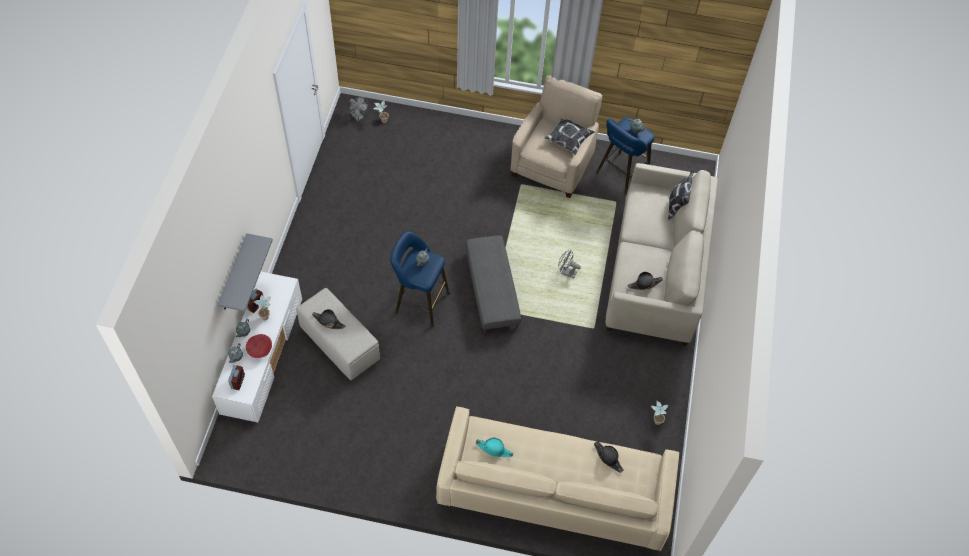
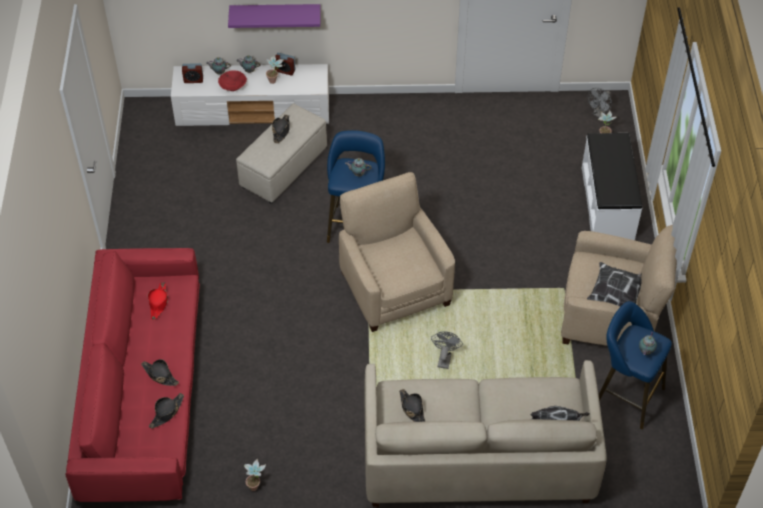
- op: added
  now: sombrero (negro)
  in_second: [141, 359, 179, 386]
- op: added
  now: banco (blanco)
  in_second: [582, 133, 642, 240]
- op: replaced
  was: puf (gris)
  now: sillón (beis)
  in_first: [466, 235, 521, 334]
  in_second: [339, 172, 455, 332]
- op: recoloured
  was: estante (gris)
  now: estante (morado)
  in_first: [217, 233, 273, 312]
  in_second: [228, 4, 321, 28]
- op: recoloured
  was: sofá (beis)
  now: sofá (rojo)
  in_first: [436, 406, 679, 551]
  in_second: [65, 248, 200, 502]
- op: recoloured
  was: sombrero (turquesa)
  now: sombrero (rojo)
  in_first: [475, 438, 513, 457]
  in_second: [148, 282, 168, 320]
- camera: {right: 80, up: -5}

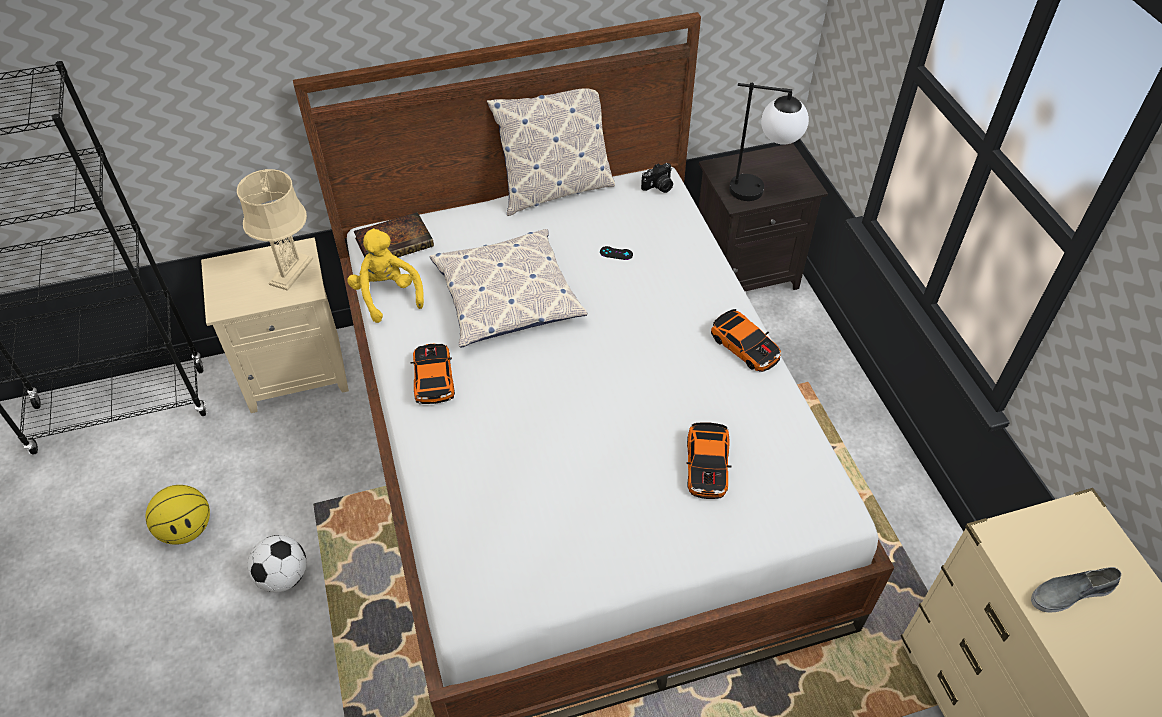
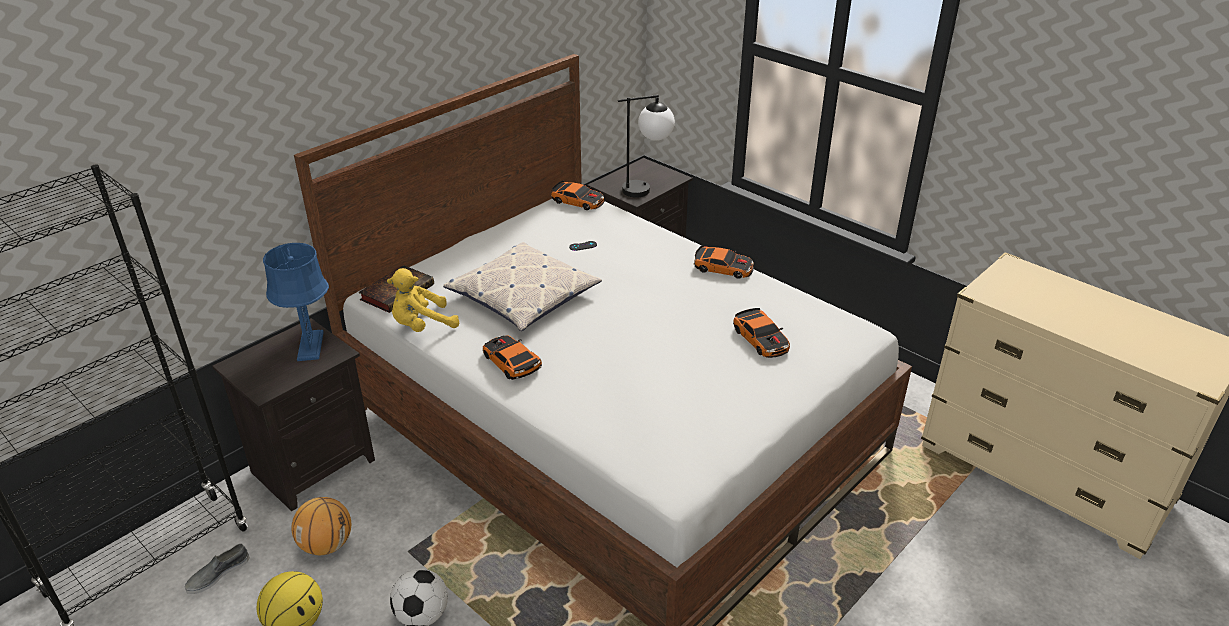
- op: removed
  was: cojín
  in_first: [487, 88, 615, 216]
- op: added
  now: balón de baloncesto
  in_second: [291, 497, 351, 555]
- op: moved
  was: zapato (gris)
  in_first: [1031, 567, 1122, 613]
  in_second: [185, 543, 250, 594]
- op: replaced
  was: cámara
  now: coche de juguete
  in_first: [641, 163, 673, 193]
  in_second: [551, 181, 605, 210]
- op: recoloured
  was: mesita de noche (beis)
  now: mesita de noche (negro)
  in_first: [201, 237, 349, 413]
  in_second: [212, 318, 375, 511]
- op: recoloured
  was: lámpara de mesa (beis)
  now: lámpara de mesa (azul)
  in_first: [237, 169, 313, 291]
  in_second: [263, 243, 329, 361]
- op: turned
  was: peluche (amarillo)
  in_first: [347, 228, 424, 323]
  in_second: [387, 268, 459, 332]
  clockwise: -60
- camera: {right: -30, up: -15}

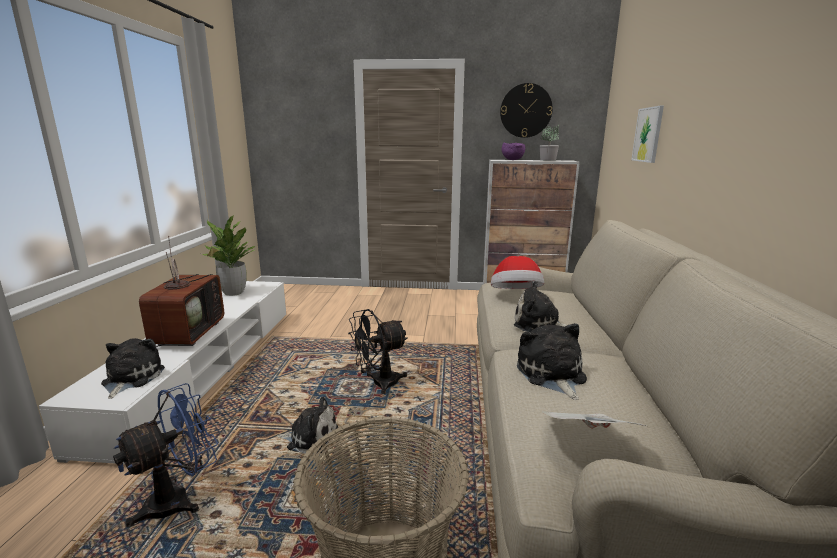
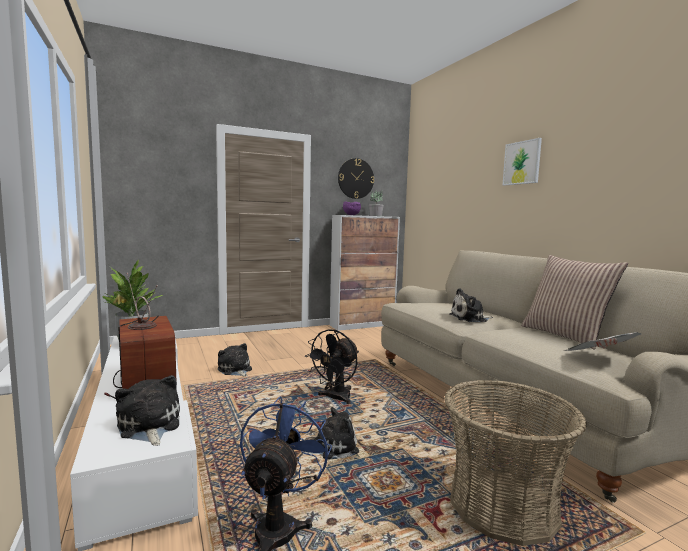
- op: removed
  was: sombrero
  in_first: [491, 256, 544, 289]
- op: added
  now: cojín
  in_second: [521, 255, 628, 350]
- op: moved
  was: peluche
  in_first: [517, 323, 587, 400]
  in_second: [218, 343, 252, 377]
- op: moved
  was: cuadro
  in_first: [631, 106, 664, 163]
  in_second: [503, 138, 542, 186]
- camera: {right: -30, up: -10}

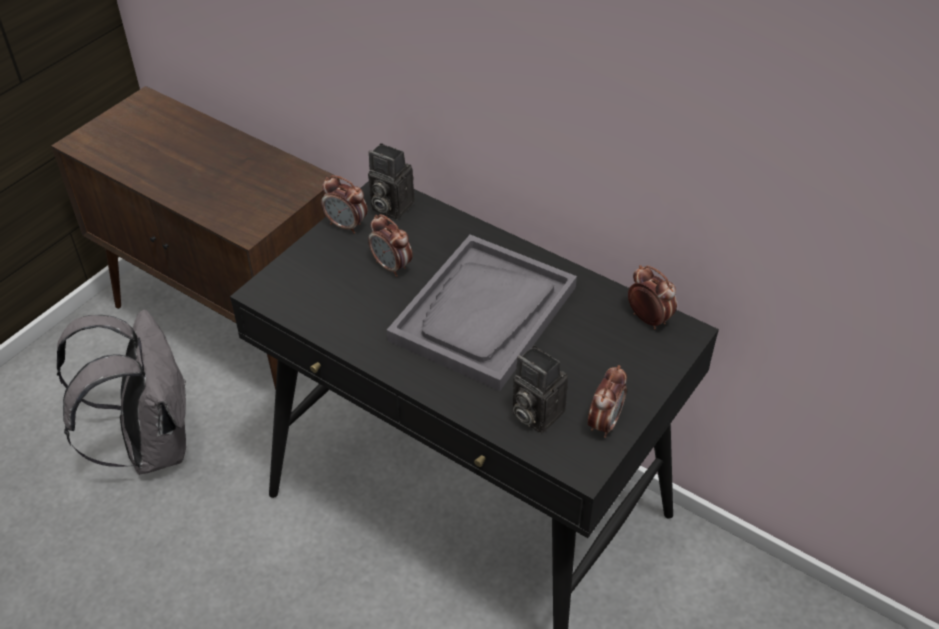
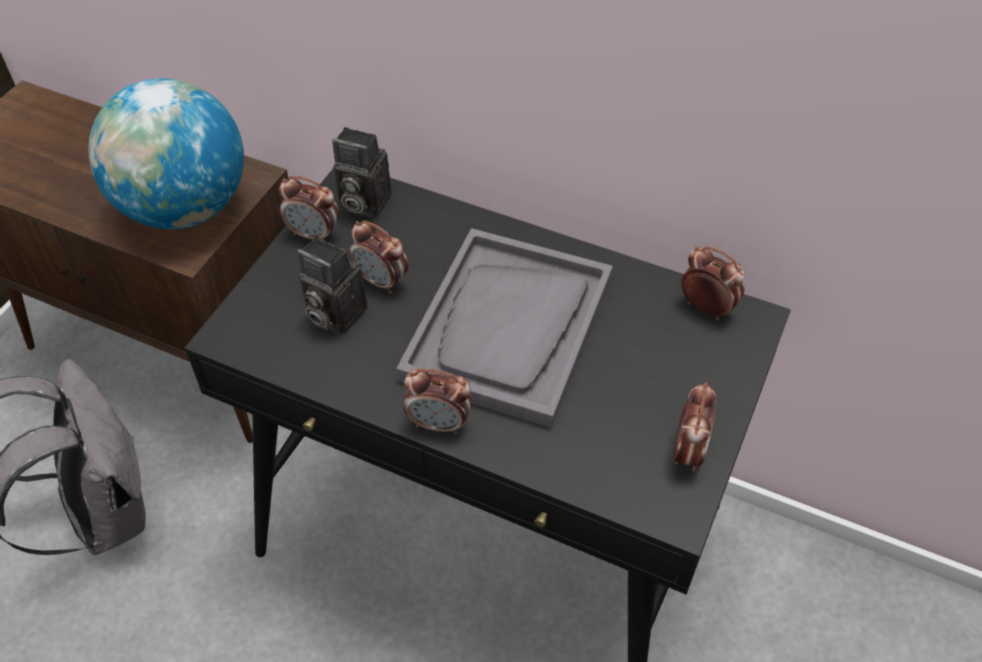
- op: added
  now: globo terráqueo
  in_second: [88, 78, 244, 229]
- op: added
  now: despertador
  in_second: [404, 369, 471, 434]
- op: moved
  was: cámara
  in_first: [513, 345, 568, 433]
  in_second: [297, 236, 367, 335]
- camera: {right: -10, up: 5}

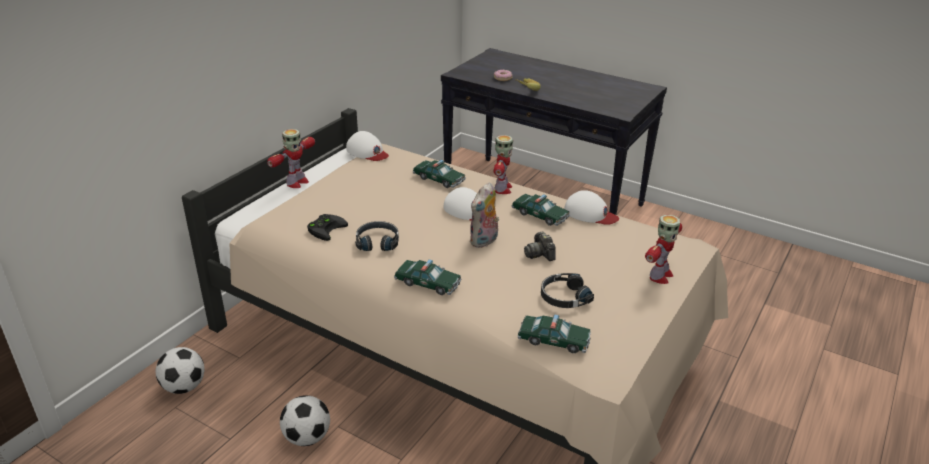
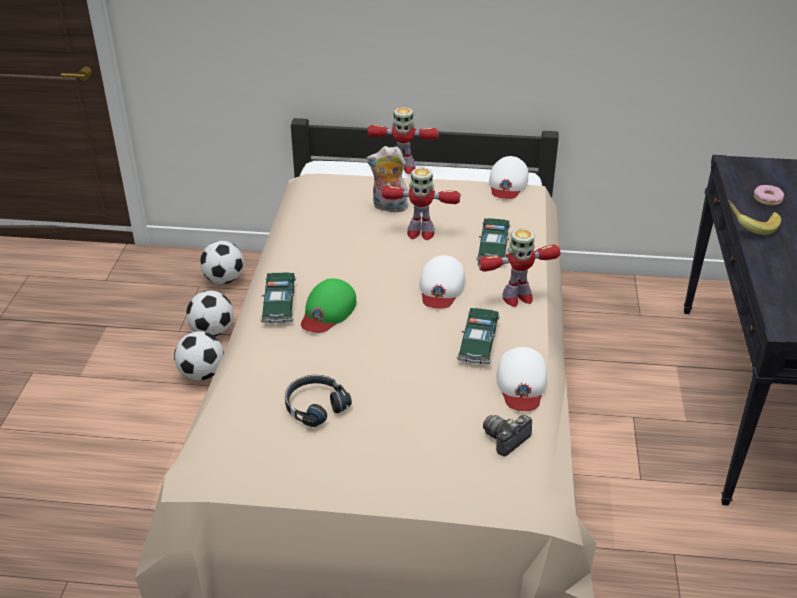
- op: removed
  was: mando de consola (negro)
  in_first: [307, 214, 348, 241]
- op: removed
  was: auriculares (negro)
  in_first: [355, 221, 399, 251]
- op: removed
  was: coche de juguete
  in_first: [517, 314, 591, 353]
- op: added
  now: balón de fútbol
  in_second: [186, 290, 234, 336]
- op: added
  now: gorra (verde)
  in_second: [301, 278, 356, 333]
- op: moved
  was: peluche
  in_first: [469, 182, 499, 248]
  in_second: [366, 146, 408, 212]
- op: moved
  was: cámara
  in_first: [524, 232, 556, 261]
  in_second: [483, 415, 532, 456]
- op: moved
  was: robot de juguete
  in_first: [645, 215, 682, 284]
  in_second: [382, 167, 460, 240]
- camera: {right: 65, up: 5}

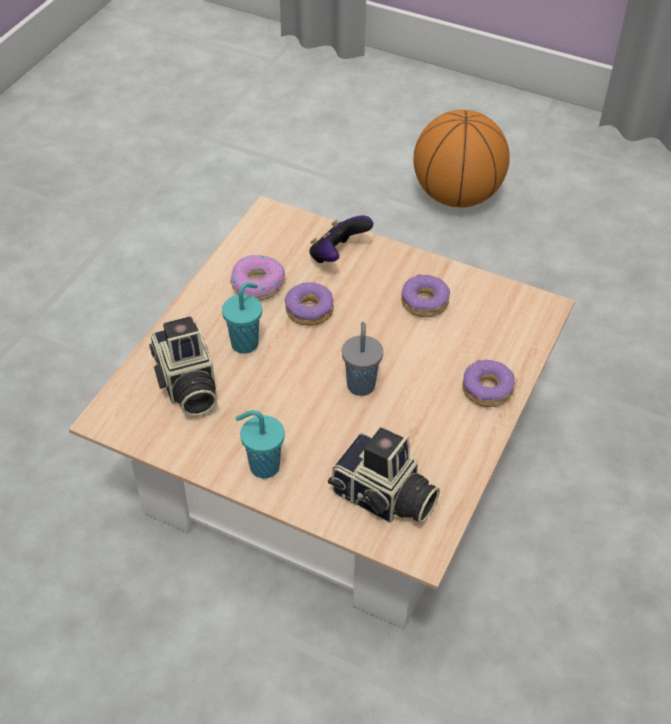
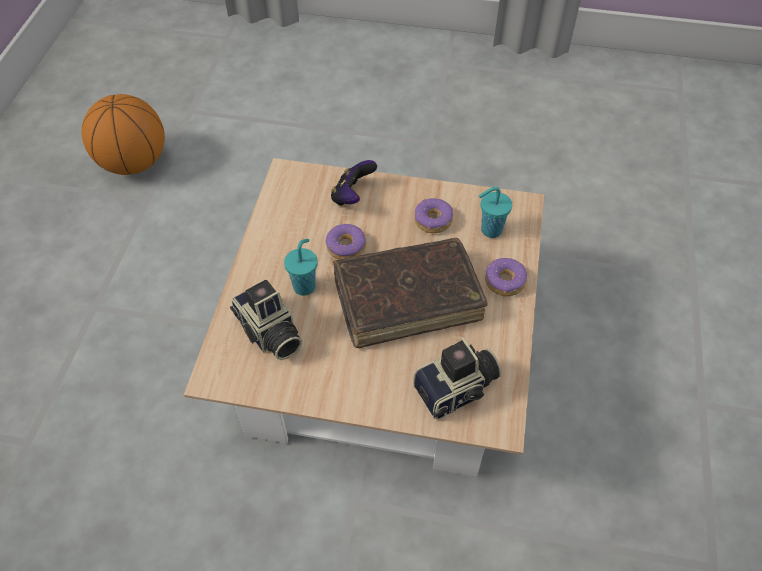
- op: removed
  was: rosquilla
  in_first: [230, 255, 285, 301]
- op: moved
  was: taza (turquesa)
  in_first: [236, 410, 285, 478]
  in_second: [479, 187, 512, 238]
- op: moved
  was: balón de baloncesto
  in_first: [413, 110, 510, 207]
  in_second: [81, 94, 165, 175]
- op: replaced
  was: taza (gris)
  now: libro (marrón)
  in_first: [342, 322, 383, 396]
  in_second: [333, 238, 488, 348]
- op: turned
  was: cámara
  in_first: [328, 427, 440, 523]
  in_second: [413, 338, 501, 419]
  clockwise: -45
- camera: {right: -15, up: 5}

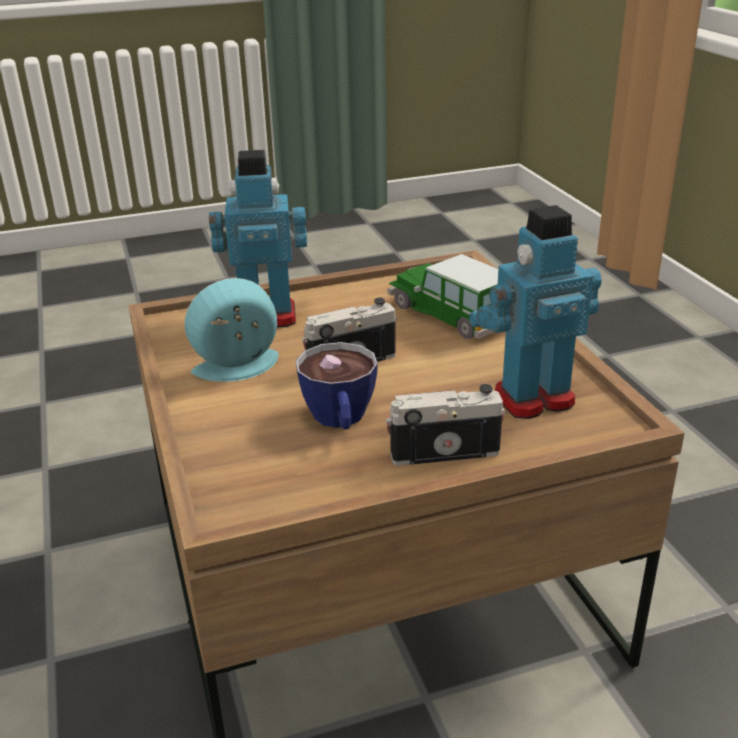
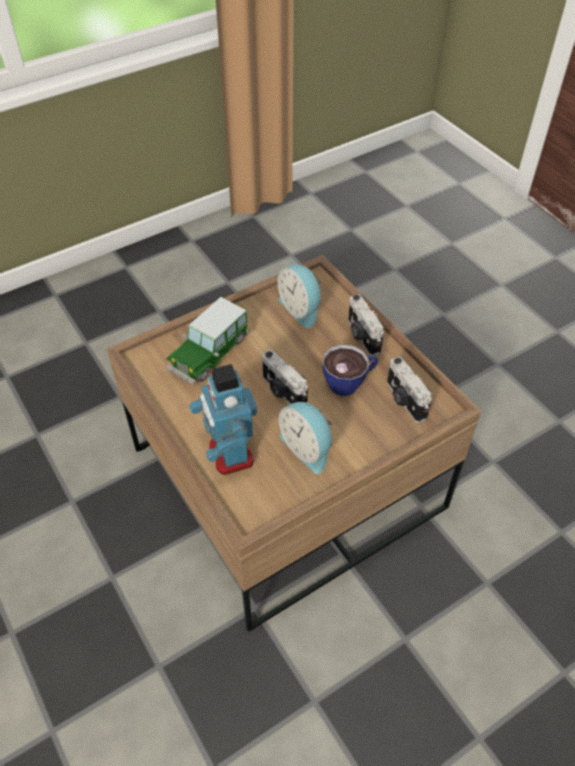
- op: added
  now: cámara
  in_second: [387, 357, 432, 423]
- op: replaced
  was: robot de juguete
  now: despertador
  in_first: [469, 205, 602, 419]
  in_second: [278, 264, 322, 329]
- camera: {right: -105, up: 20}

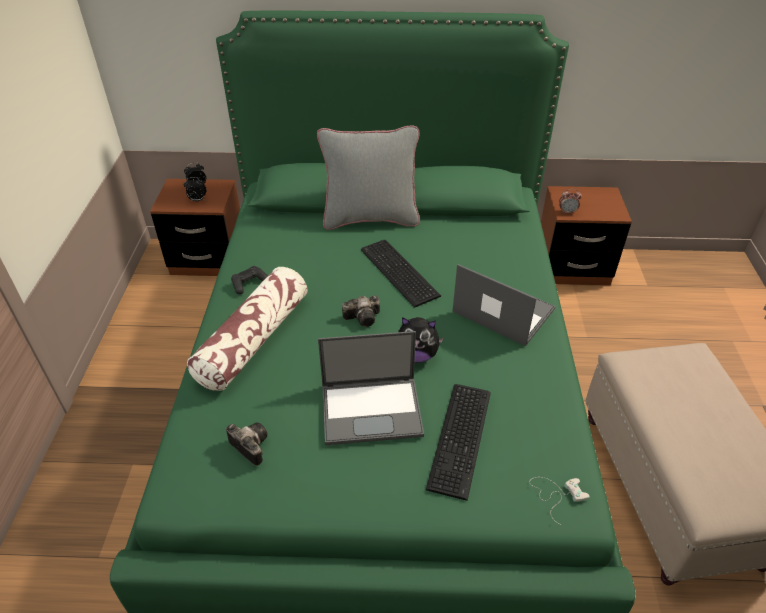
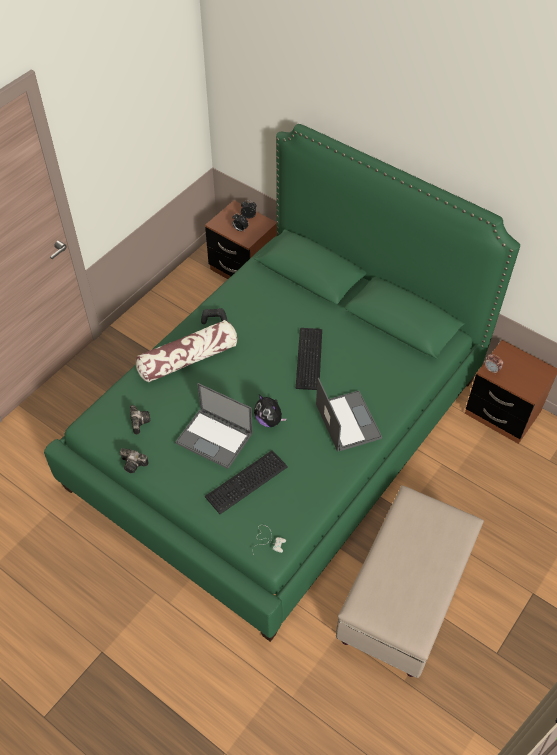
- op: removed
  was: cojín (gris)
  in_first: [317, 125, 420, 230]
- op: moved
  was: cámara
  in_first: [342, 295, 380, 327]
  in_second: [120, 448, 149, 473]
- camera: {right: 35, up: 10}

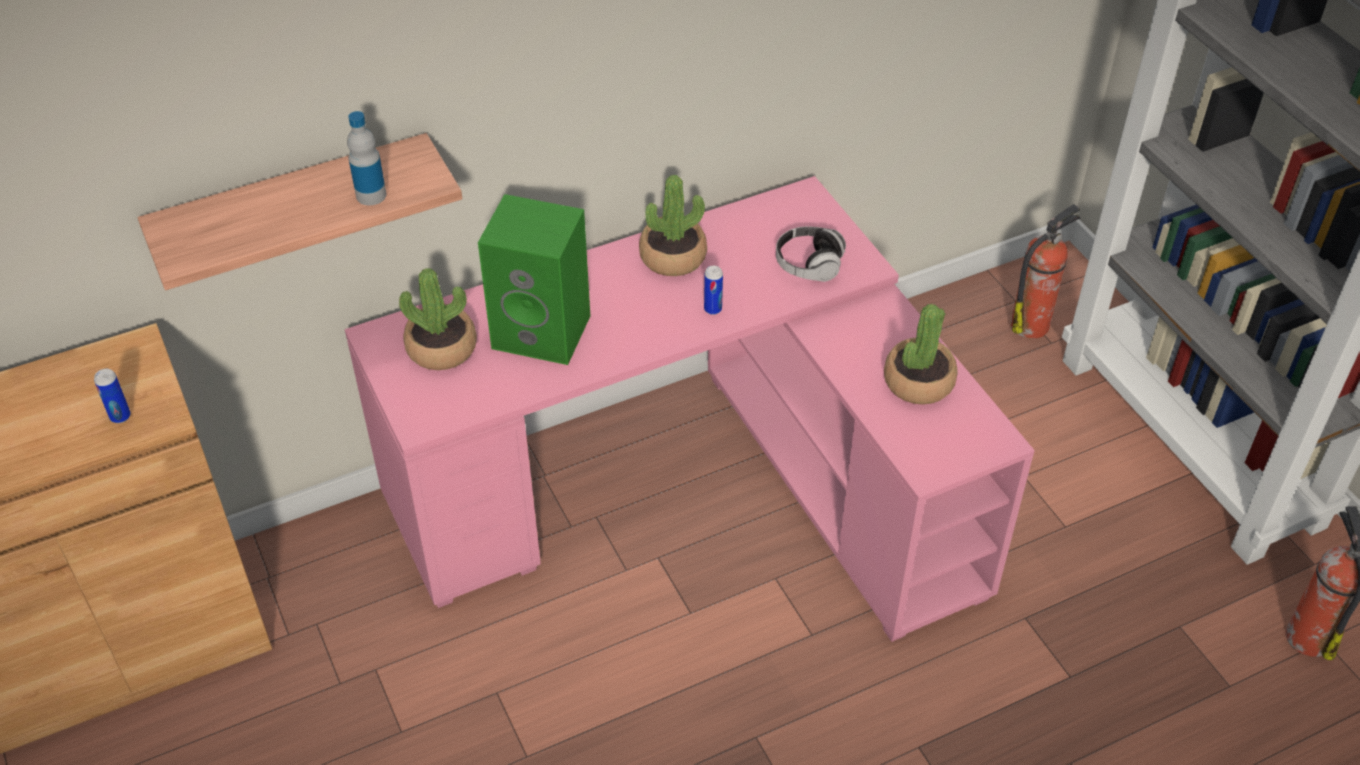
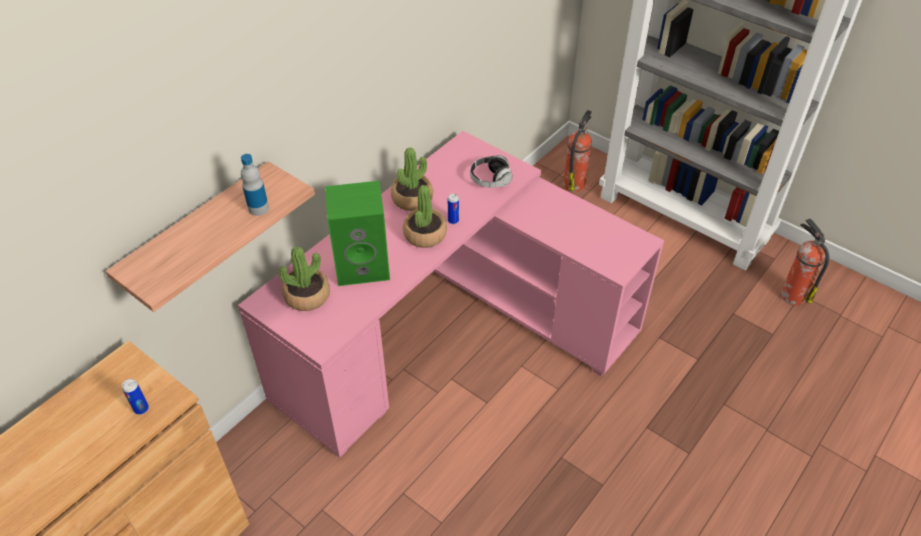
- op: moved
  was: planta en maceta
  in_first: [884, 304, 958, 405]
  in_second: [403, 185, 447, 248]
- camera: {right: -25, up: 0}

